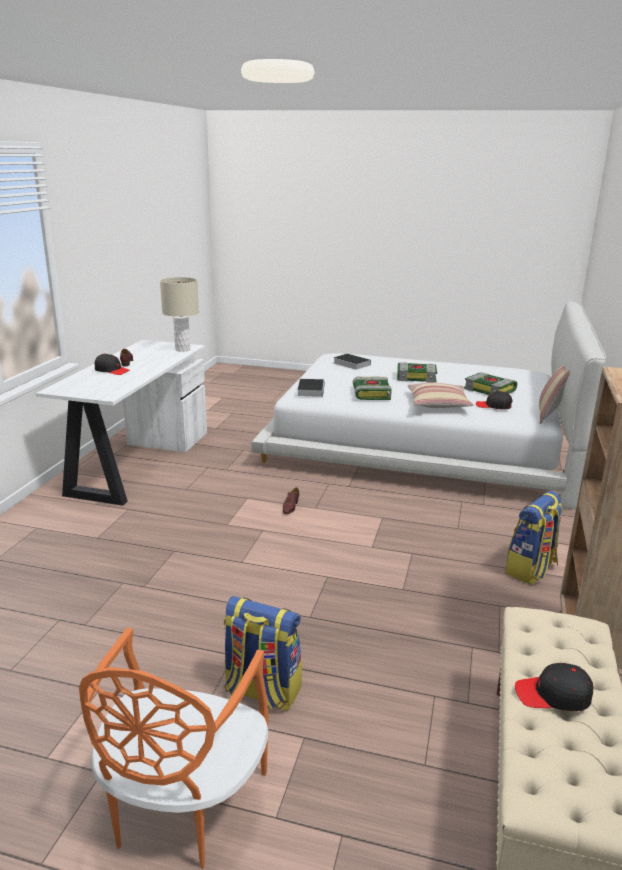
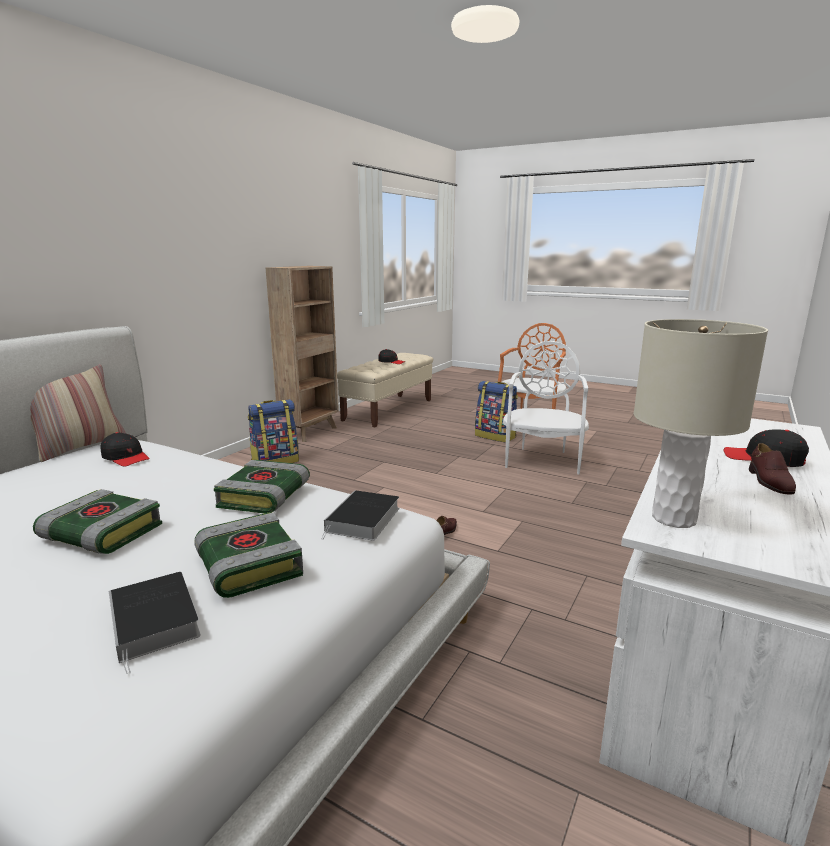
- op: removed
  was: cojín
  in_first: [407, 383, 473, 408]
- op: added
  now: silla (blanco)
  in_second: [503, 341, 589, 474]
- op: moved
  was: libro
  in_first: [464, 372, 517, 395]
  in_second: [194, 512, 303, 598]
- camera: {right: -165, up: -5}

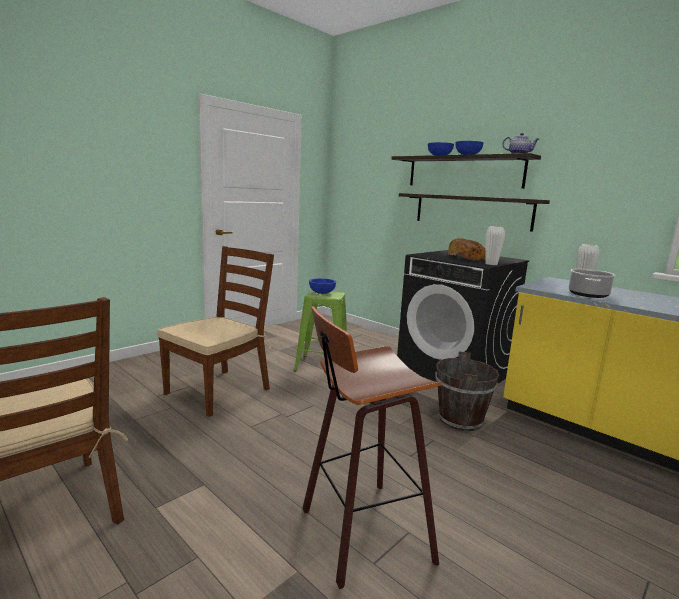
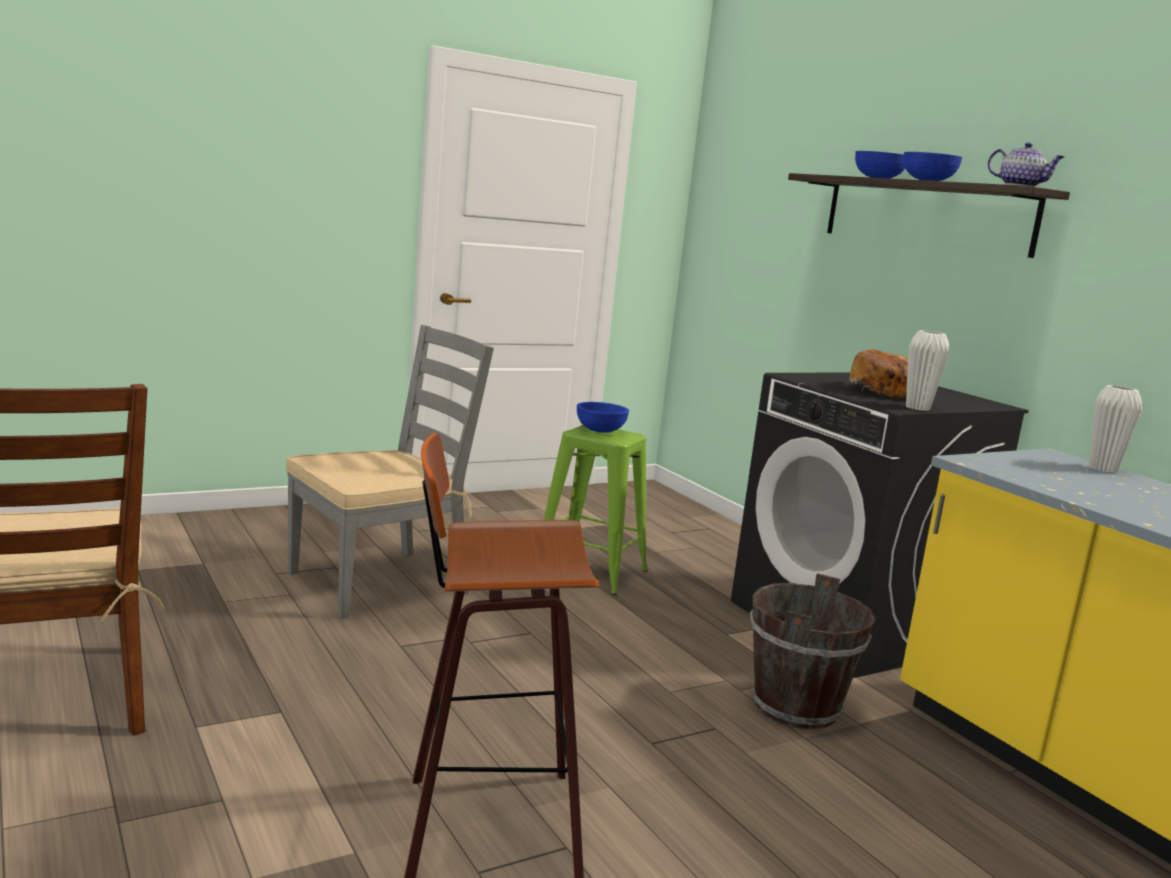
- op: removed
  was: estante
  in_first: [399, 193, 550, 232]
- op: removed
  was: olla
  in_first: [569, 269, 616, 298]
- op: recoloured
  was: silla (marrón)
  now: silla (gris)
  in_first: [157, 246, 274, 417]
  in_second: [286, 325, 494, 619]
- camera: {right: 15, up: 0}

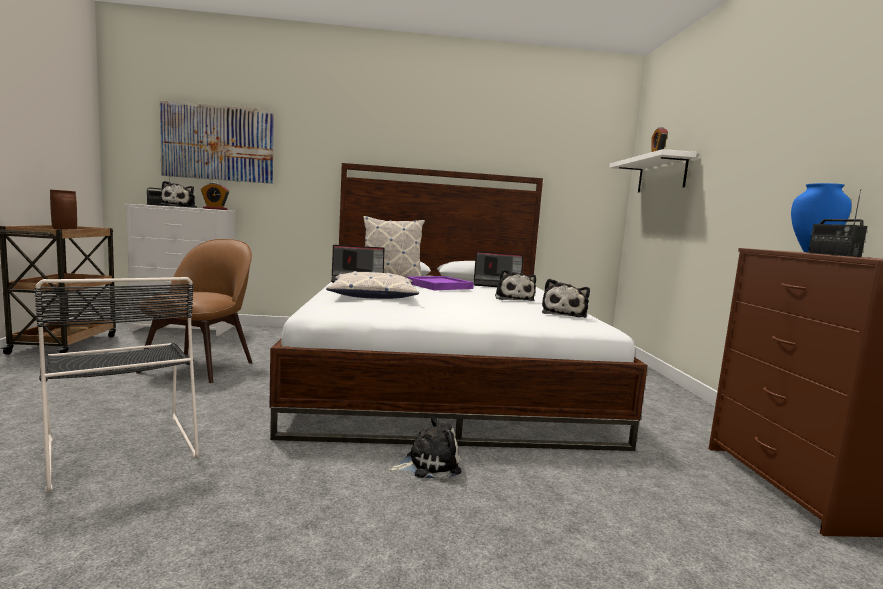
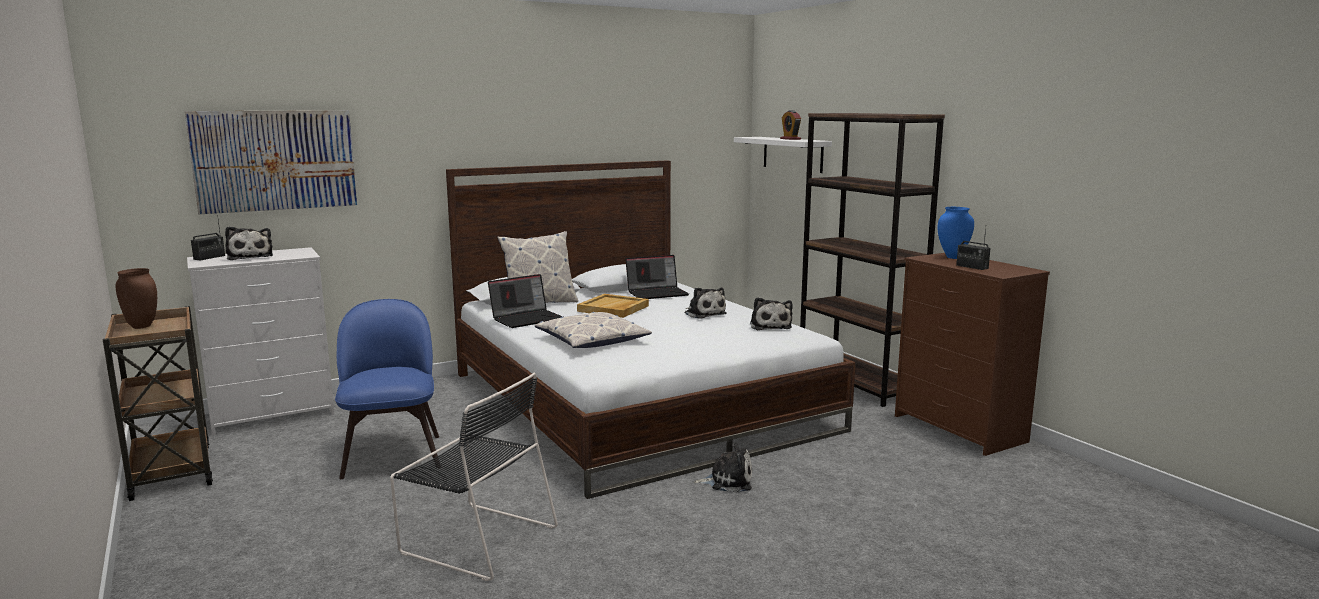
- op: removed
  was: despertador
  in_first: [201, 183, 229, 210]
- op: added
  now: estantería (marrón)
  in_second: [800, 113, 945, 407]
- op: recoloured
  was: silla (marrón)
  now: silla (azul)
  in_first: [136, 239, 252, 383]
  in_second: [335, 299, 440, 479]
- op: recoloured
  was: bandeja (morado)
  now: bandeja (beis)
  in_first: [406, 276, 474, 290]
  in_second: [577, 294, 649, 318]
- op: turned
  was: peluche
  in_first: [389, 416, 461, 479]
  in_second: [694, 442, 752, 493]
  clockwise: 45
- camera: {right: -25, up: 5}

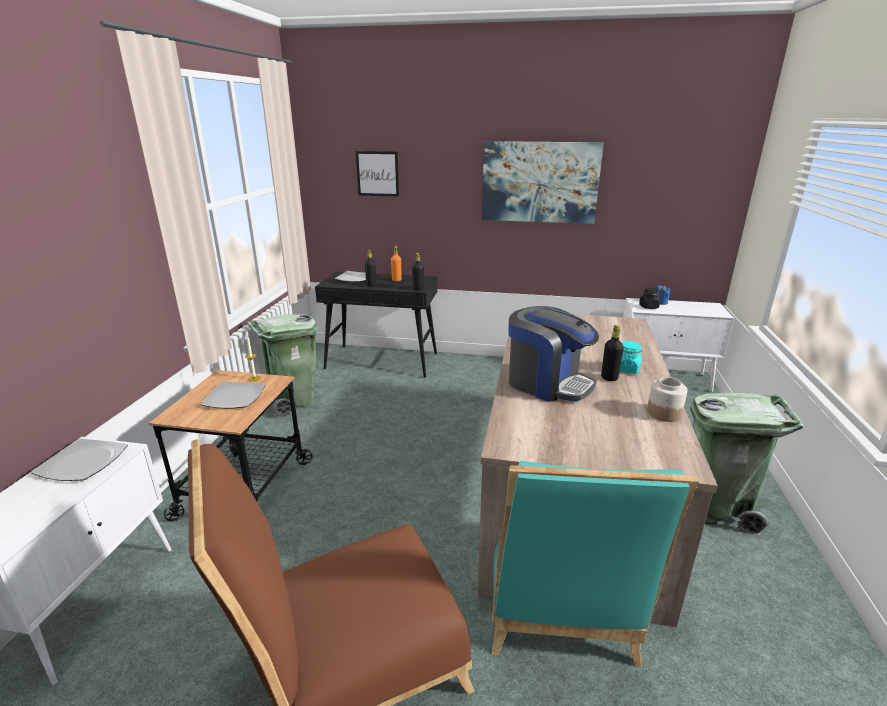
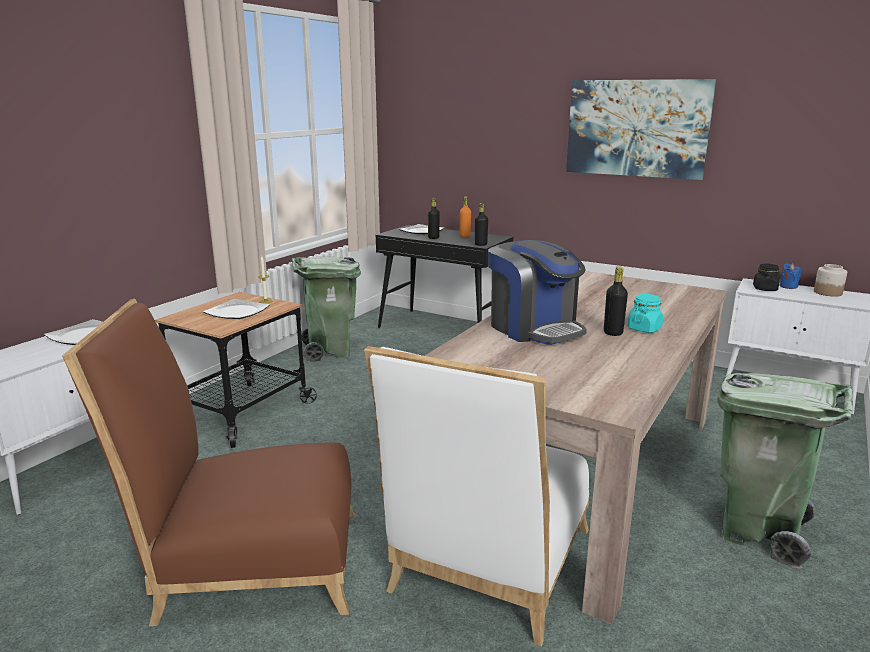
- op: removed
  was: cuadro
  in_first: [356, 151, 399, 197]
- op: moved
  was: tarro
  in_first: [647, 377, 687, 422]
  in_second: [814, 264, 847, 297]
- op: recoloured
  was: silla (turquesa)
  now: silla (blanco)
  in_first: [492, 461, 700, 668]
  in_second: [364, 346, 589, 646]
- camera: {right: 20, up: -5}

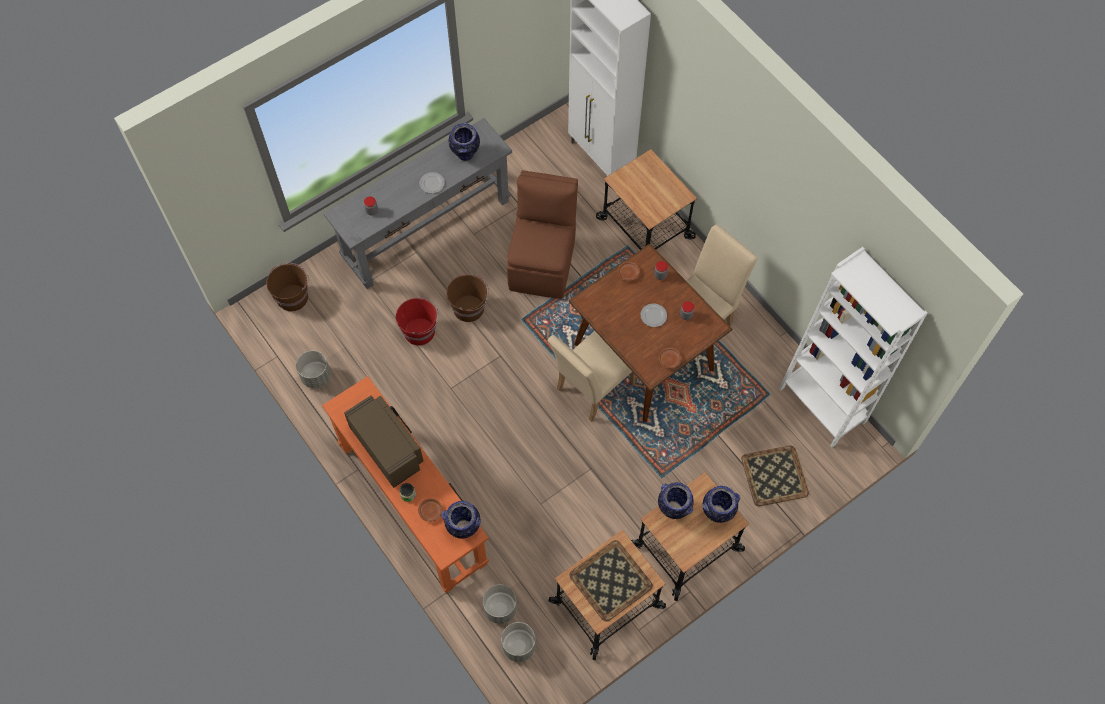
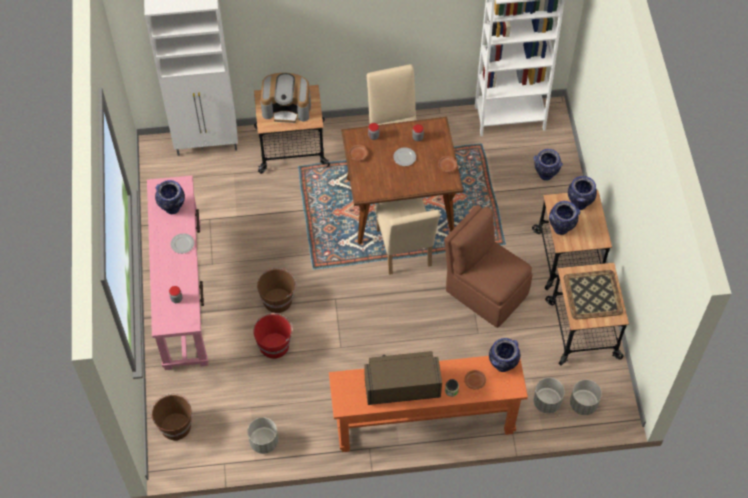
- op: added
  now: cafetera
  in_second: [261, 73, 311, 123]
- op: moved
  was: silla (marrón)
  in_first: [507, 170, 578, 299]
  in_second: [444, 205, 533, 328]
- op: replaced
  was: bandeja
  now: florero
  in_first: [741, 446, 809, 506]
  in_second: [534, 149, 563, 181]
- op: recoloured
  was: mesa consola (gris)
  now: mesa consola (rosa)
  in_first: [323, 118, 512, 289]
  in_second: [147, 175, 208, 370]
- camera: {right: -60, up: -5}

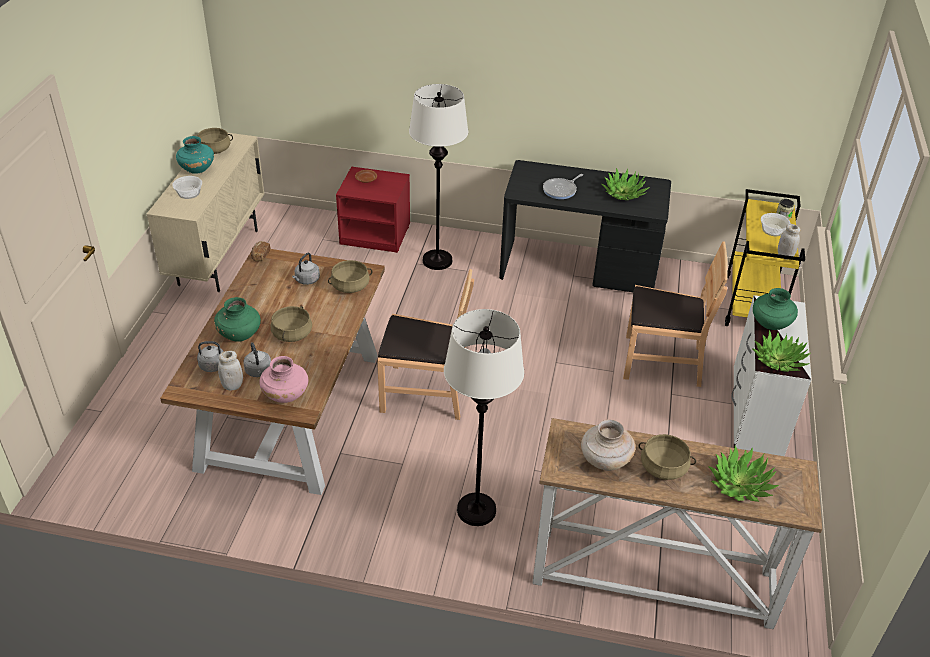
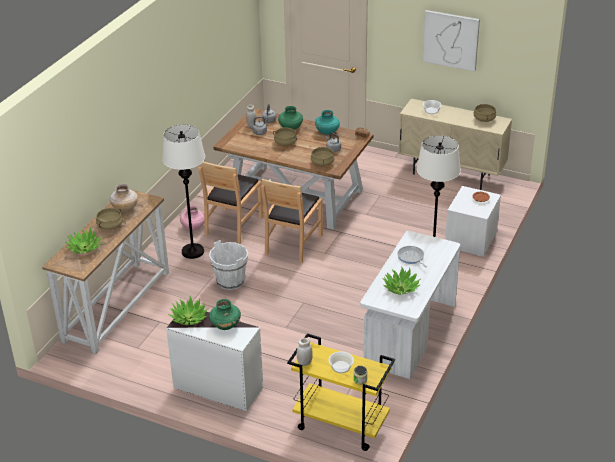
- op: added
  now: cubo (blanco)
  in_second: [209, 240, 248, 290]
- op: added
  now: cuadro
  in_second: [422, 10, 480, 72]
- op: moved
  was: florero (turquesa)
  in_first: [176, 136, 214, 174]
  in_second: [315, 110, 340, 135]
- op: moved
  was: florero (rosa)
  in_first: [259, 356, 308, 403]
  in_second: [180, 205, 205, 230]
- op: moved
  was: silla (marrón)
  in_first: [623, 241, 728, 387]
  in_second: [198, 162, 263, 244]
- op: recoloured
  was: mesita de noche (rojo)
  now: mesita de noche (blanco)
  in_first: [336, 166, 410, 253]
  in_second: [445, 186, 501, 257]
- op: recoloured
  was: escritorio (negro)
  now: escritorio (blanco)
  in_first: [499, 160, 671, 292]
  in_second: [360, 231, 460, 379]
- camera: {right: 105, up: -5}

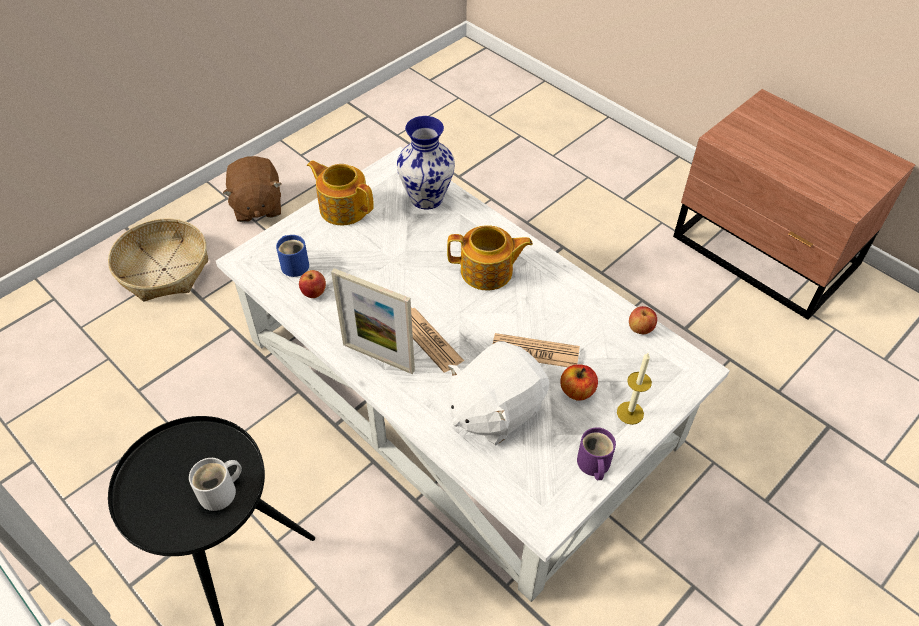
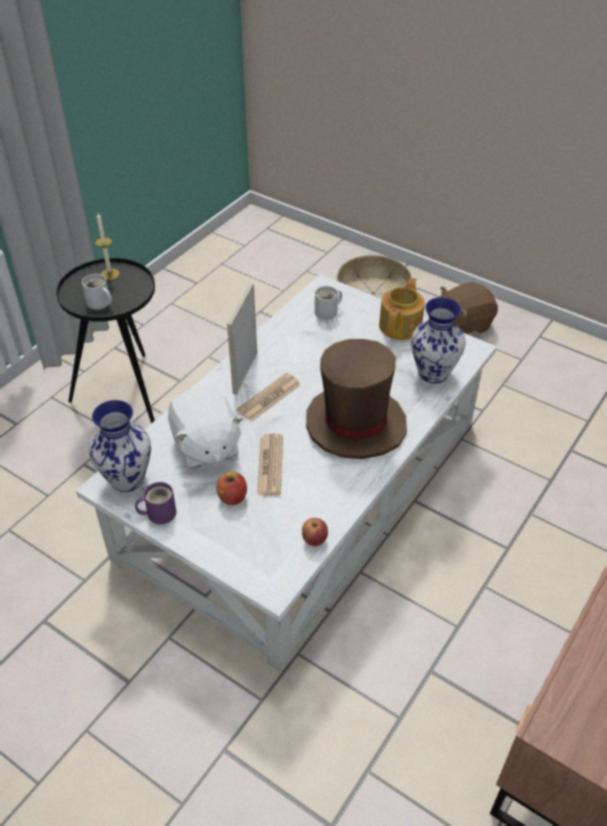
- op: removed
  was: manzana
  in_first: [299, 270, 326, 298]
- op: added
  now: florero
  in_second: [89, 400, 151, 492]
- op: moved
  was: vela
  in_first: [617, 353, 652, 425]
  in_second: [95, 213, 120, 280]
- op: replaced
  was: tetera
  now: sombrero (marrón)
  in_first: [447, 225, 533, 290]
  in_second: [306, 339, 407, 459]
- op: recoloured
  was: taza grande (azul)
  now: taza grande (blanco)
  in_first: [276, 235, 309, 277]
  in_second: [315, 286, 342, 320]
- op: turned
  was: peluche (blanco)
  in_first: [448, 341, 550, 445]
  in_second: [168, 387, 244, 468]
  clockwise: -150
- camera: {right: 80, up: -5}

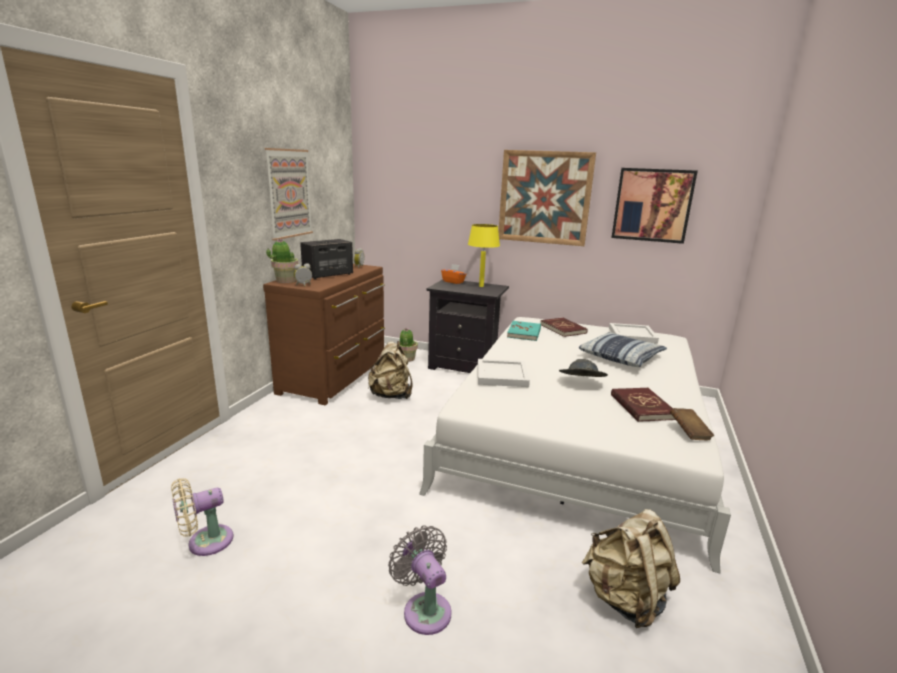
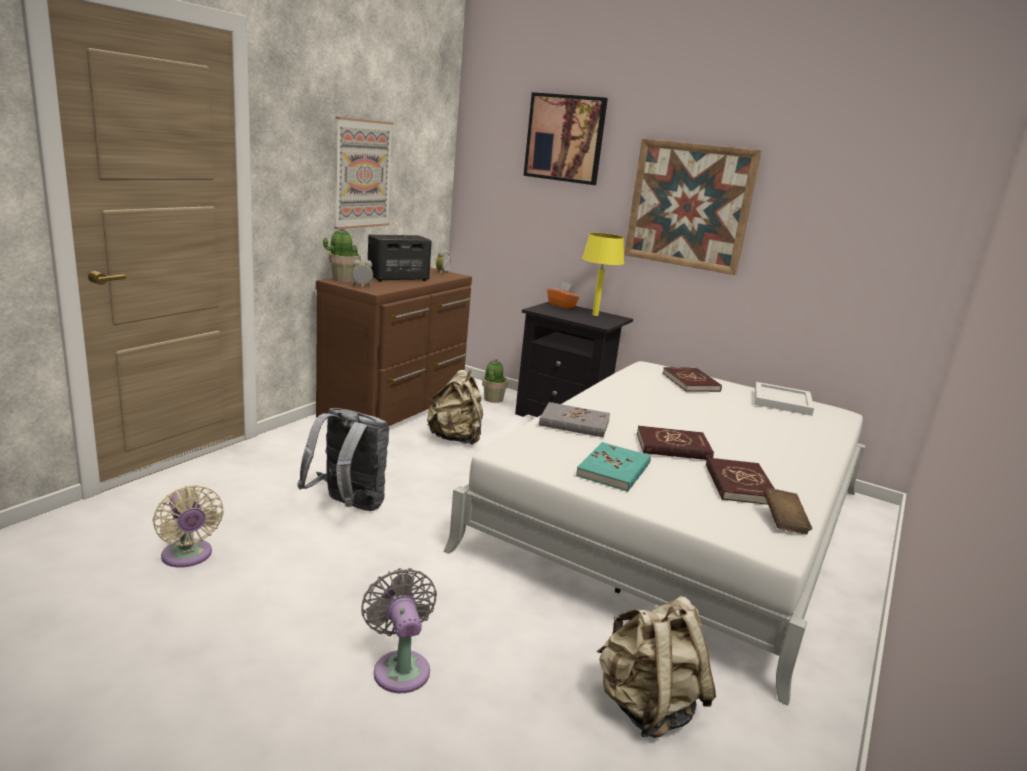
- op: removed
  was: cojín
  in_first: [579, 332, 667, 367]
- op: added
  now: mochila (gris)
  in_second: [297, 408, 389, 511]
- op: moved
  was: libro (turquesa)
  in_first: [507, 321, 541, 341]
  in_second: [576, 442, 651, 492]
- op: moved
  was: cuadro
  in_first: [611, 168, 698, 244]
  in_second: [523, 92, 608, 185]
- op: replaced
  was: bandeja (blanco)
  now: libro (gris)
  in_first: [478, 359, 530, 387]
  in_second: [539, 402, 610, 438]
- op: replaced
  was: sombrero (gris)
  now: libro (rojo)
  in_first: [559, 359, 608, 377]
  in_second: [637, 426, 714, 460]
- op: turned
  was: ventilador (beis)
  in_first: [171, 478, 233, 556]
  in_second: [153, 485, 224, 568]
  clockwise: -105
- camera: {right: 10, up: 0}

